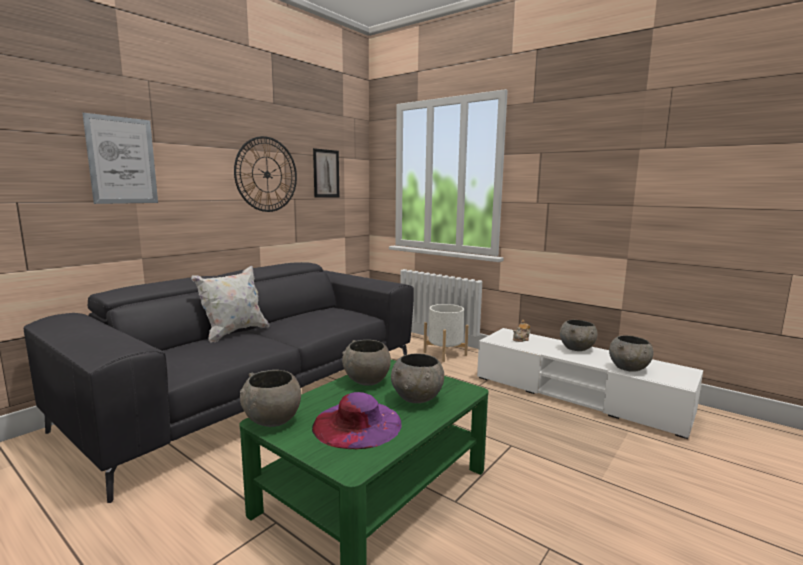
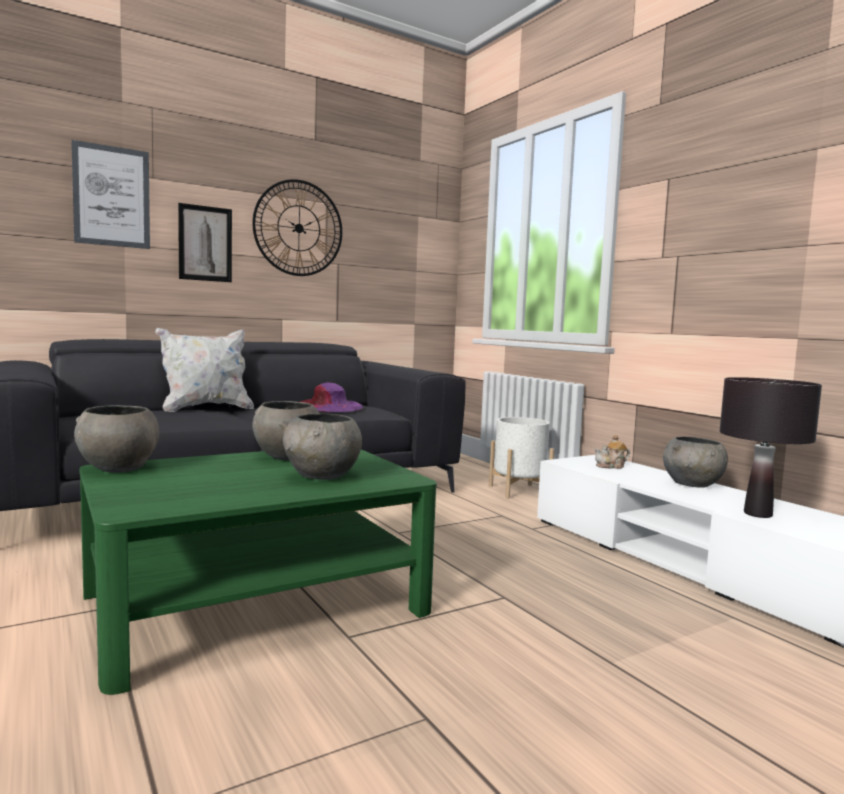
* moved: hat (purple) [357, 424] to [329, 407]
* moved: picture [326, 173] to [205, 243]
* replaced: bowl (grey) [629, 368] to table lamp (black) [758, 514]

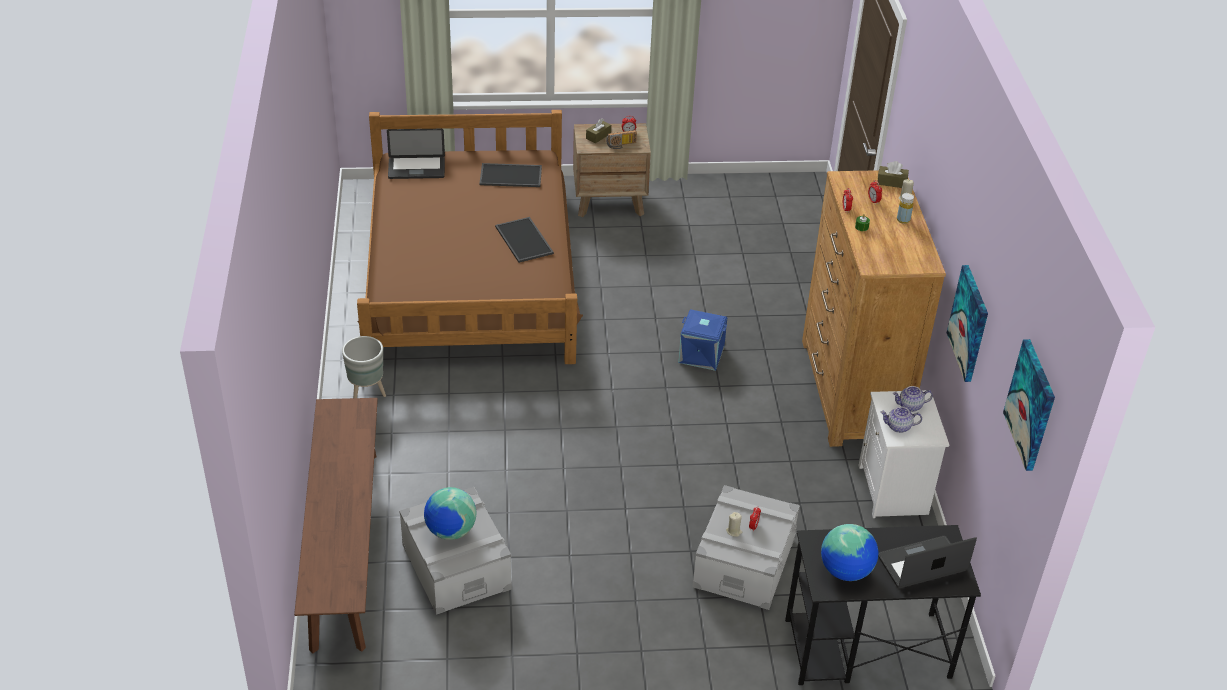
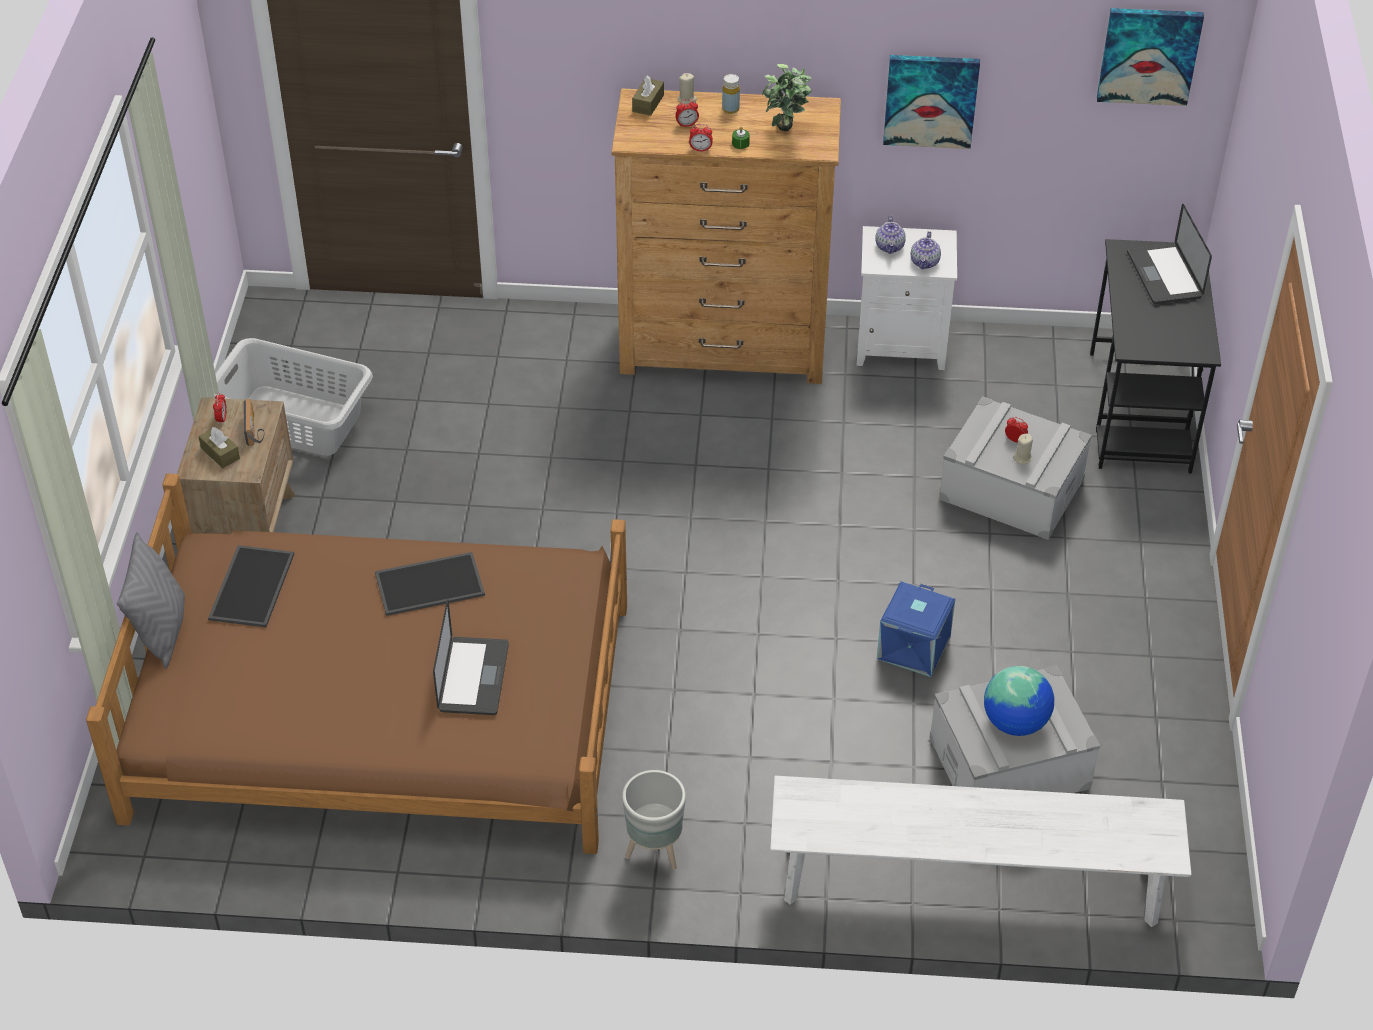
* recoloured: bench (brown) [344, 547] to bench (white) [969, 885]
* moved: laptop [416, 169] to [473, 677]
* moved: storage box (blue) [700, 355] to [914, 648]
* removed: globe [846, 571]
* added: pillow (grey) [162, 631]
* added: laundry basket (grey) [295, 422]
* added: potted plant [786, 134]

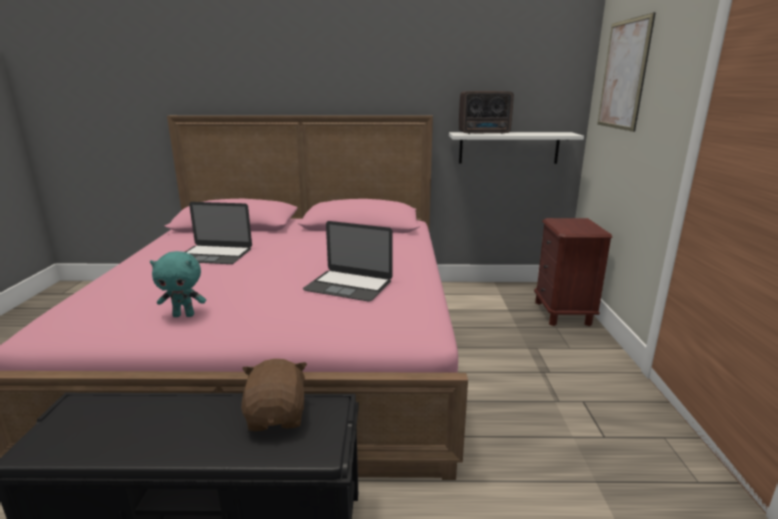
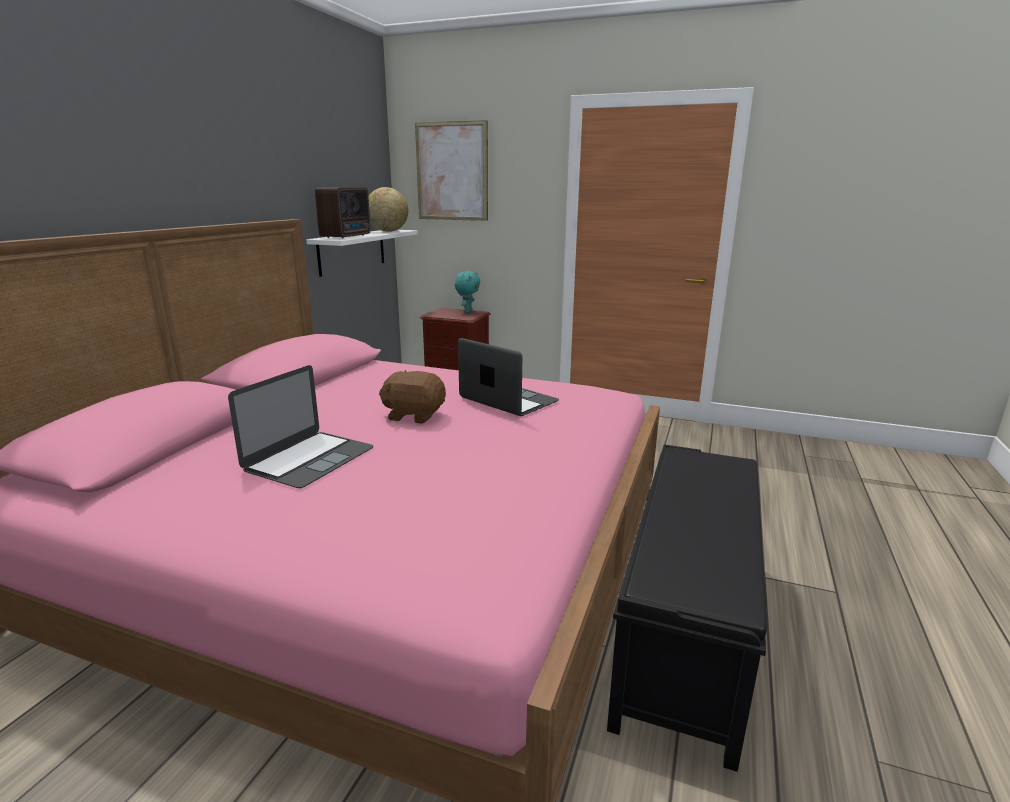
* moved: plush toy (turquoise) [184, 315] to [467, 311]
* moved: plush toy (brown) [277, 416] to [414, 415]
* turned: laptop [348, 285] = [508, 400] 90 degrees counterclockwise
* added: globe [388, 231]

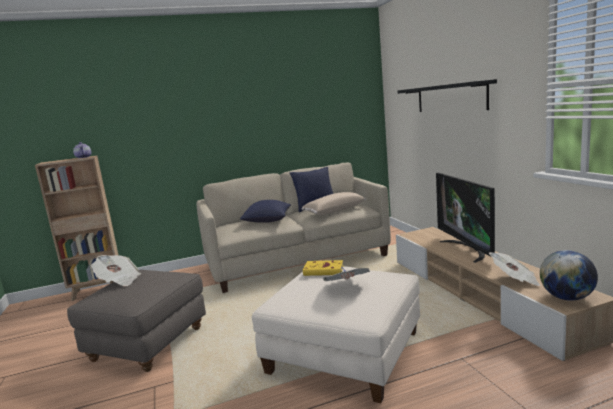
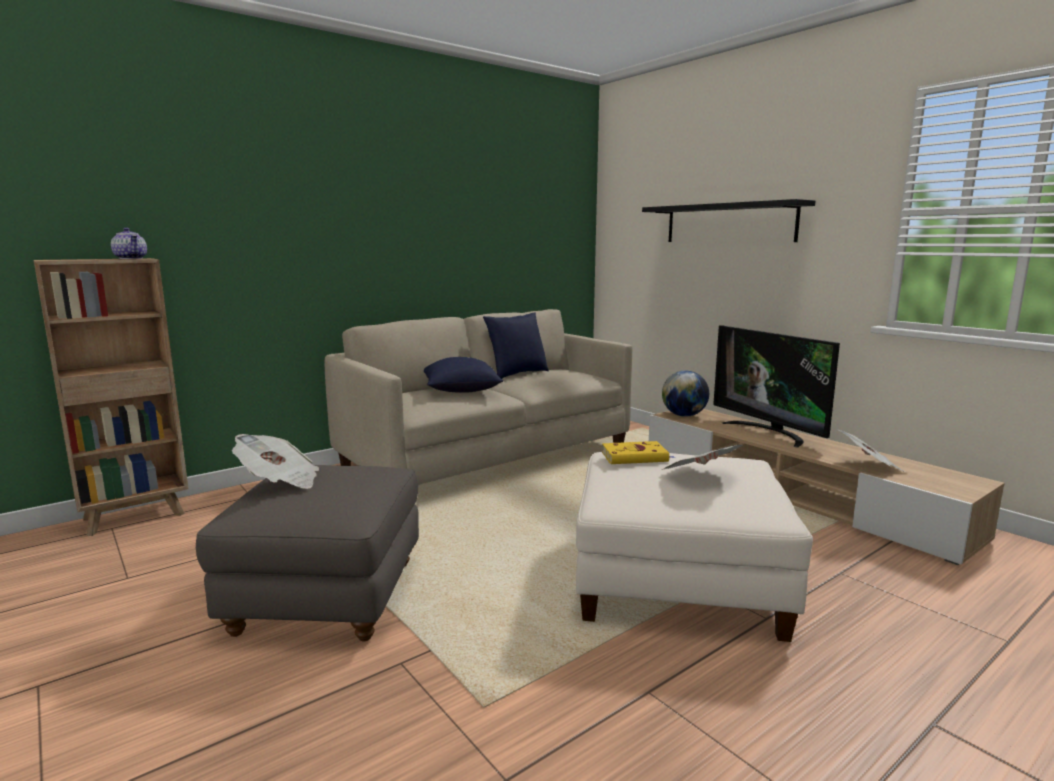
* removed: pillow (beige) [334, 211]
* moved: globe [566, 297] to [684, 415]

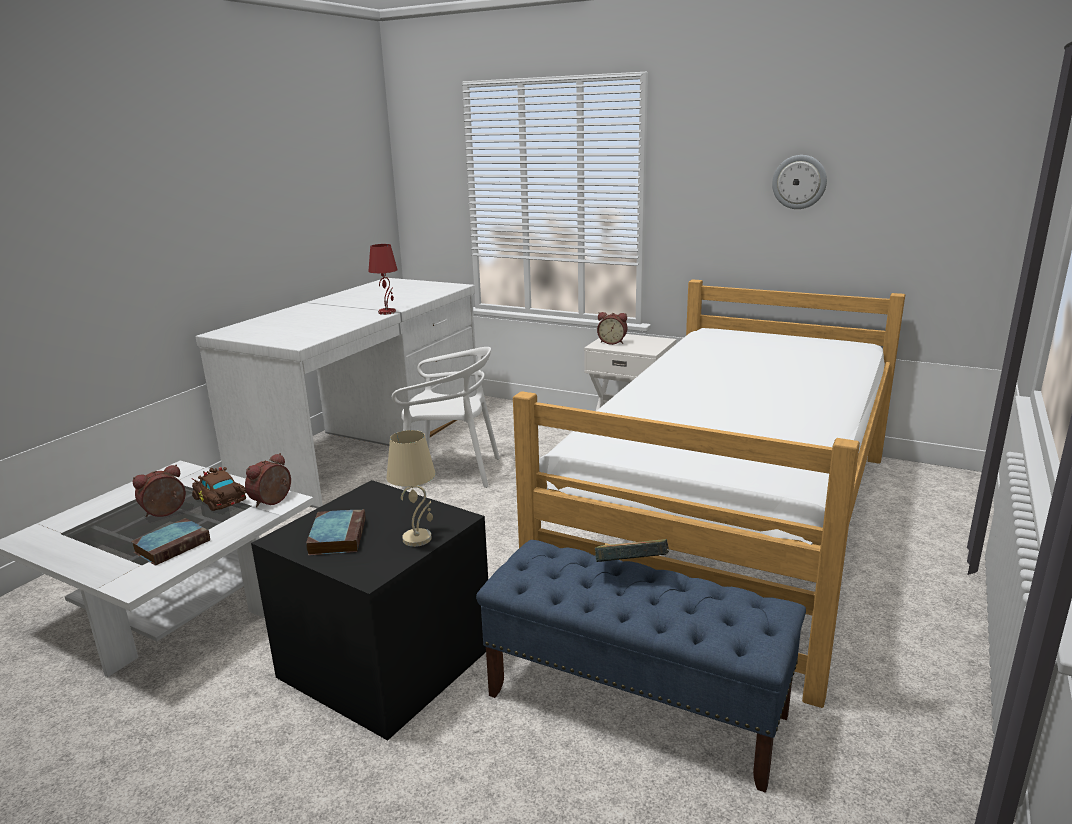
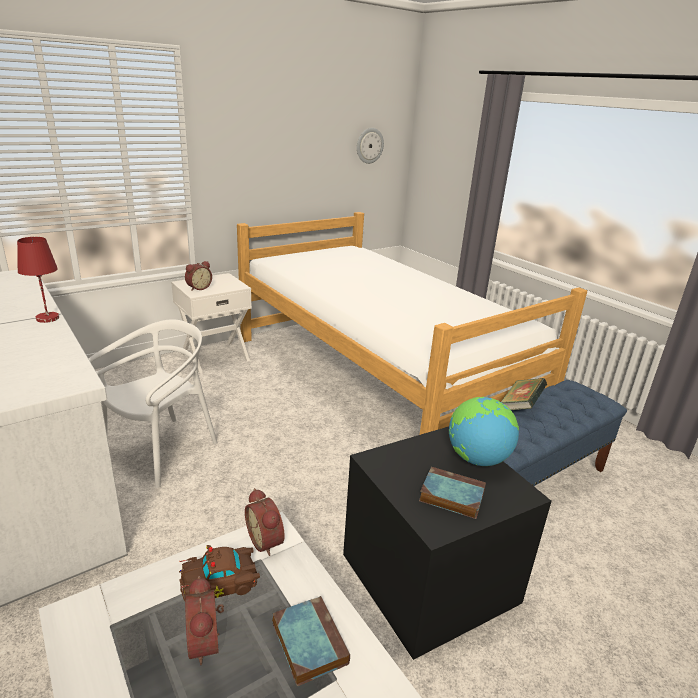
* replaced: table lamp (beige) [417, 538] to globe [477, 459]
* moved: wall clock [799, 182] to [369, 145]

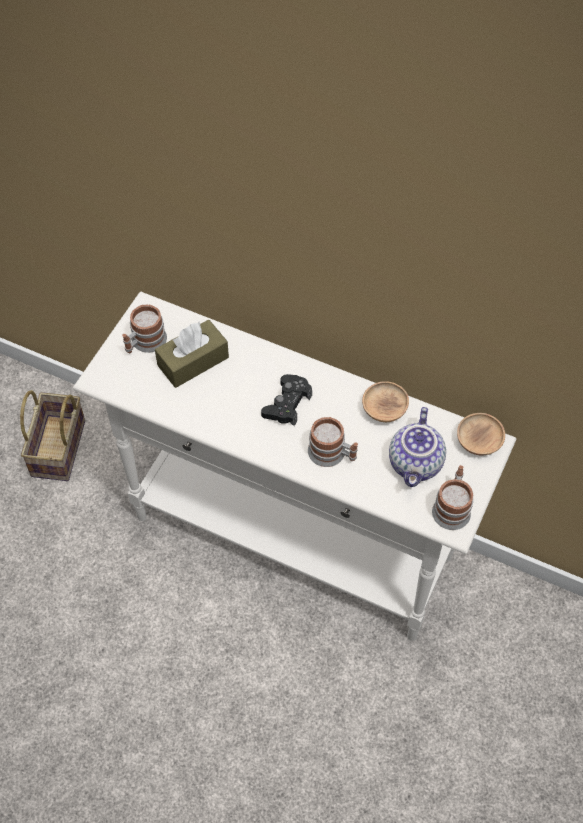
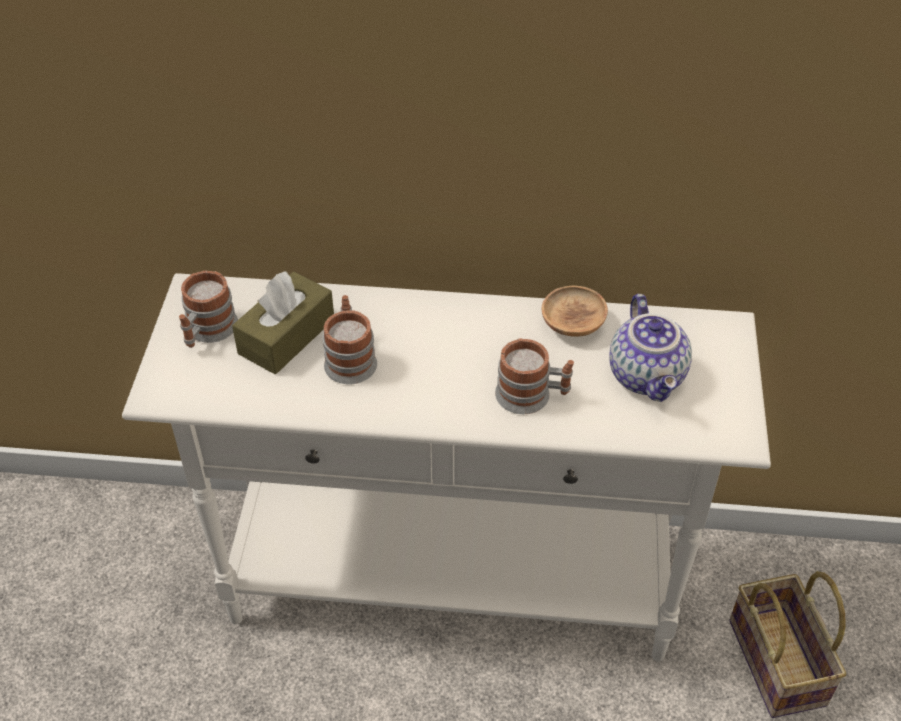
* moved: basket [59, 450] to [780, 664]
* removed: game controller (black) [287, 404]
* moved: mug [452, 507] to [350, 358]
* removed: bowl (brown) [478, 441]

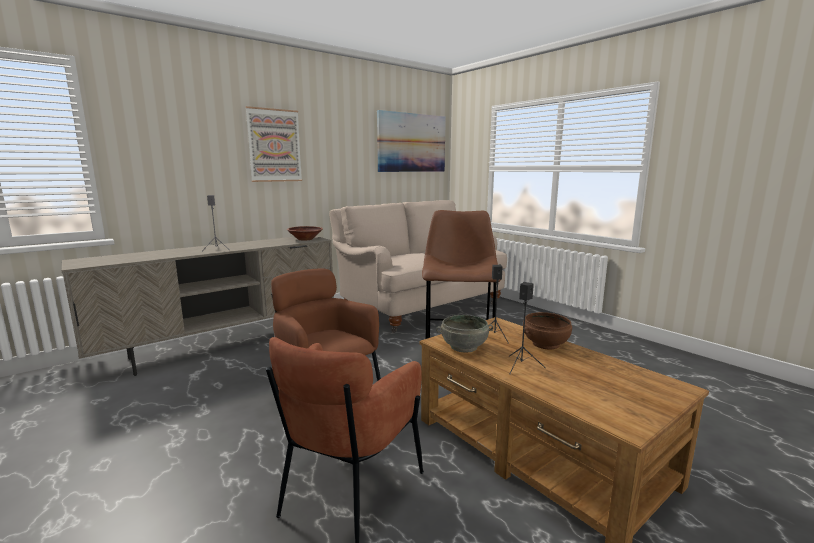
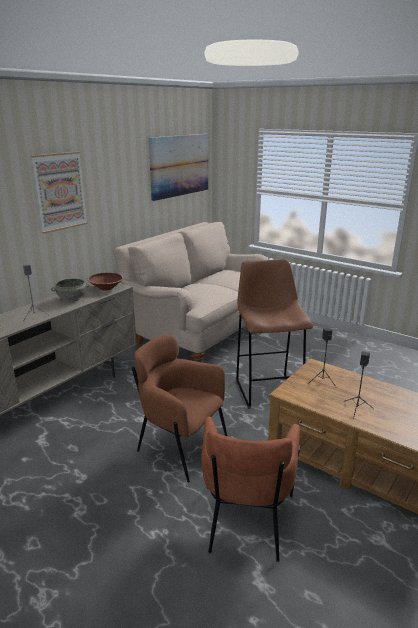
* moved: bowl (grey) [464, 347] to [72, 299]
* removed: bowl (brown) [545, 344]

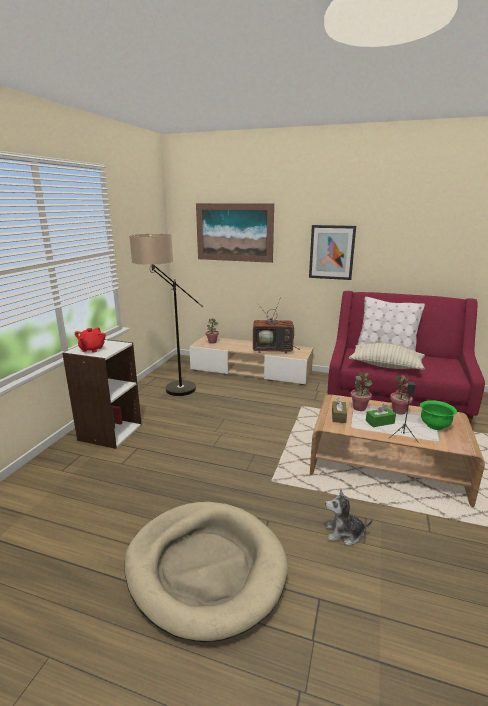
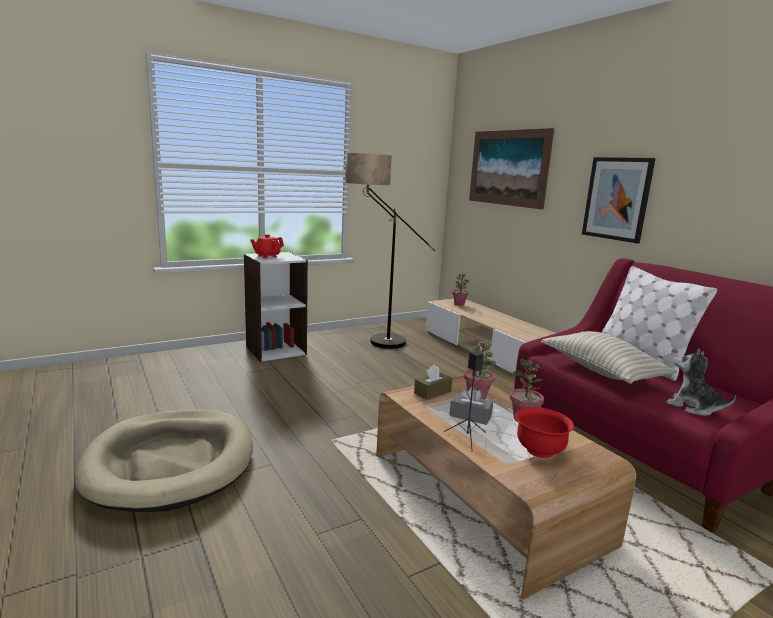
* removed: television [274, 349]
* moved: plush toy [344, 534] to [693, 407]
* recoloured: tissue box (green) [380, 422] to tissue box (grey) [470, 416]
* recoloured: bowl (green) [434, 426] to bowl (red) [539, 450]

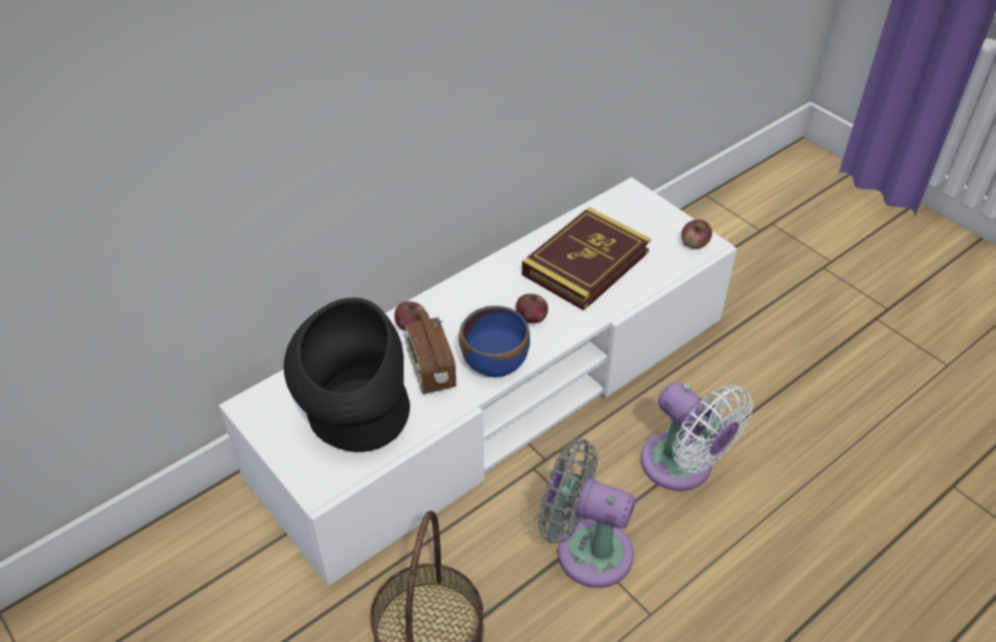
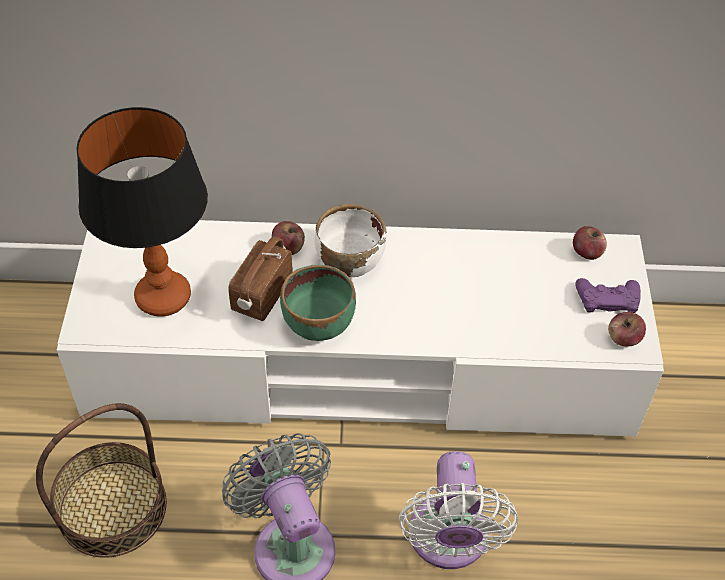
* replaced: vase (black) [356, 423] to table lamp [163, 298]
* recoloured: bowl (blue) [495, 362] to bowl (green) [318, 323]
* moved: apple [531, 318] to [587, 252]
* removed: book [585, 263]
* added: bowl (white) [349, 261]
* added: game controller (purple) [607, 299]

